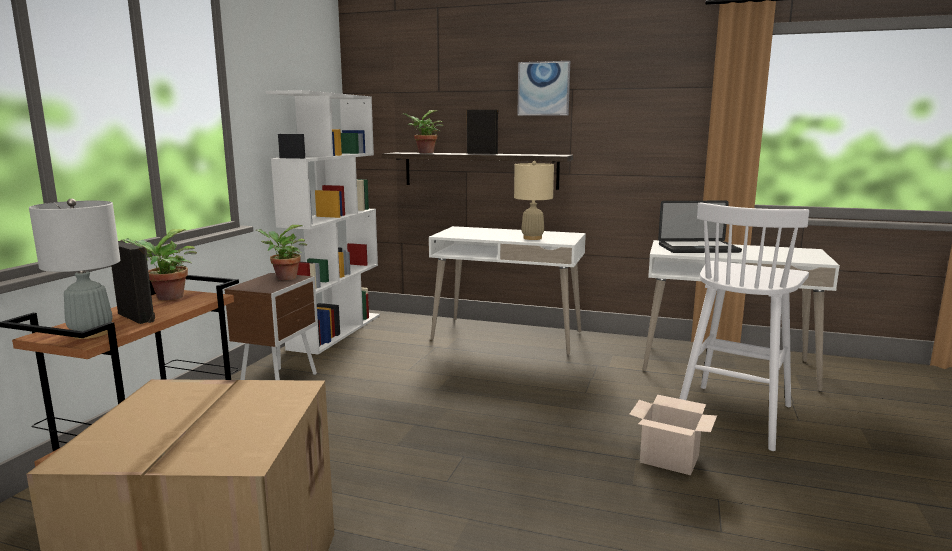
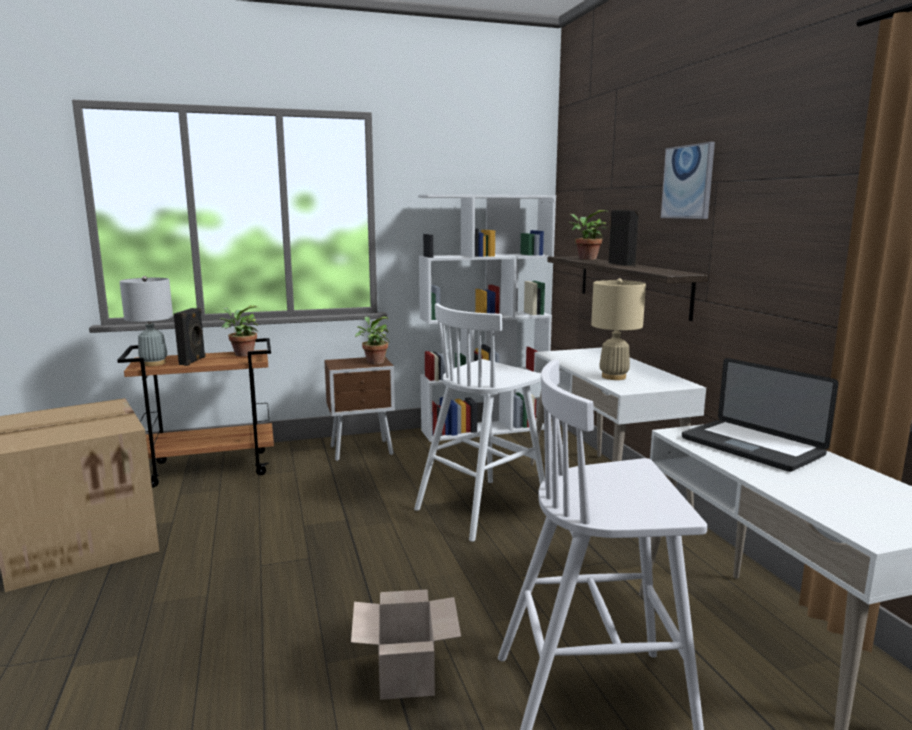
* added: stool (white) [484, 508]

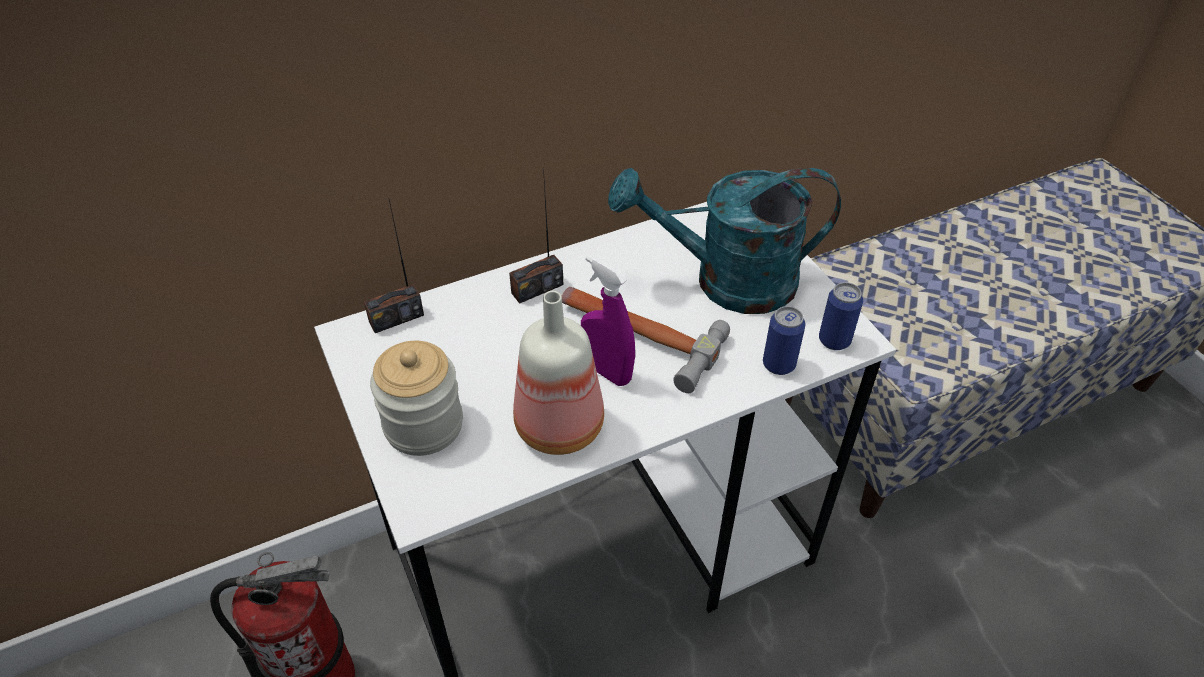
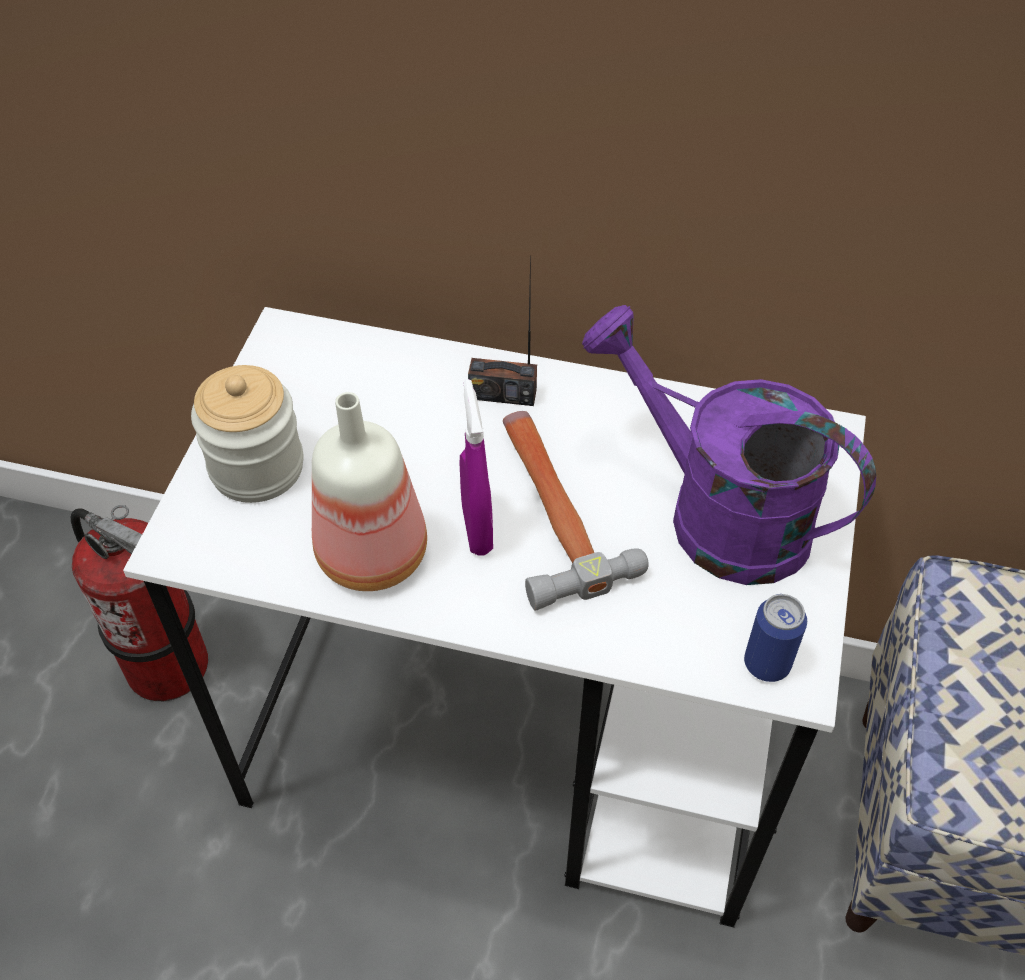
* removed: radio [396, 318]
* recoloured: watering can (turquoise) [726, 281] to watering can (purple) [716, 513]
* removed: can [778, 364]

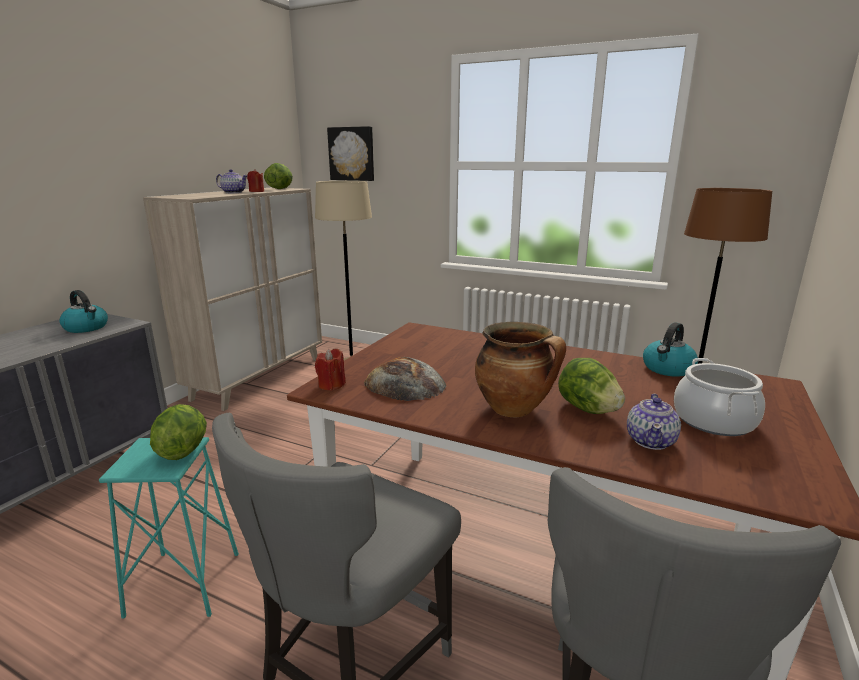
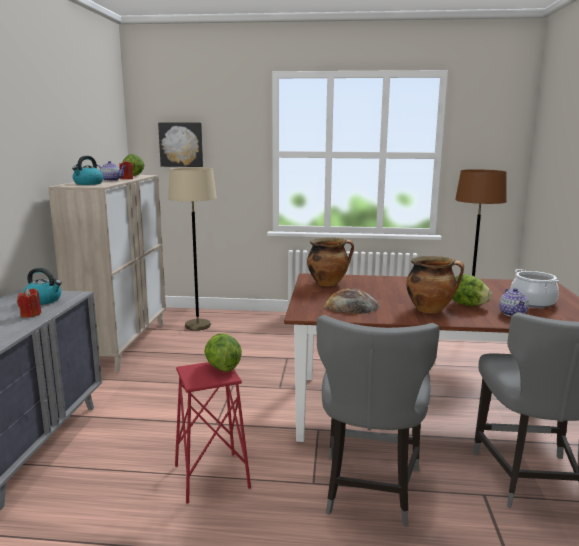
* recoloured: stool (turquoise) [184, 583] to stool (red) [211, 477]
* moved: candle (red) [331, 385] to [30, 314]
* moved: kettle [667, 369] to [88, 183]
* added: cooking pot [328, 283]

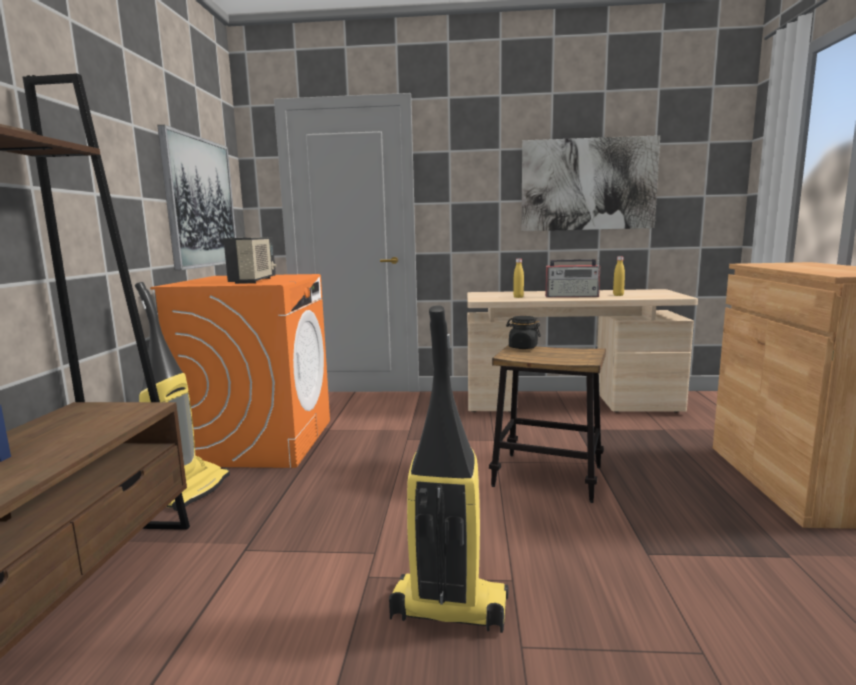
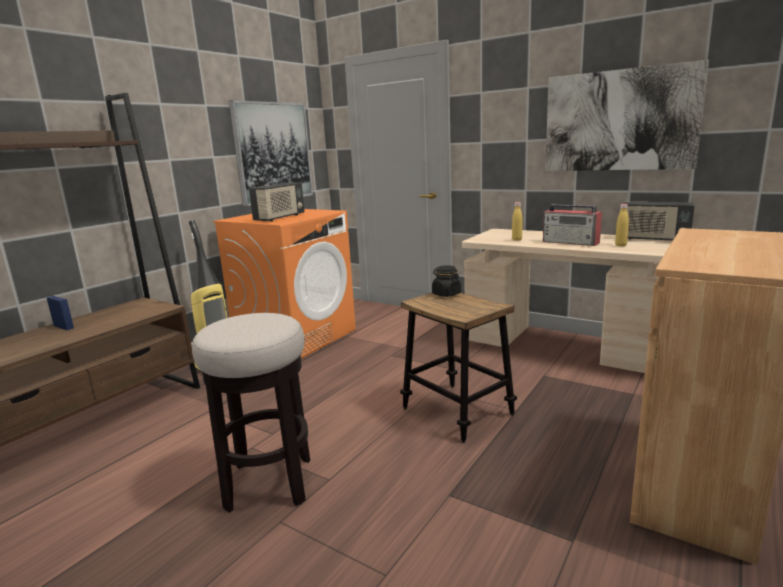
* replaced: vacuum cleaner [448, 609] to stool [269, 483]
* added: radio [653, 239]

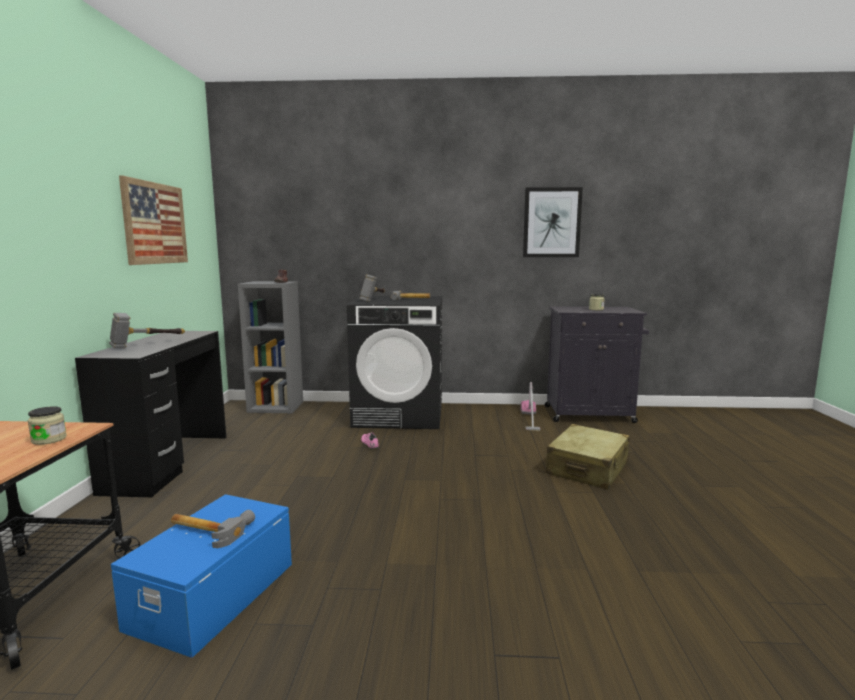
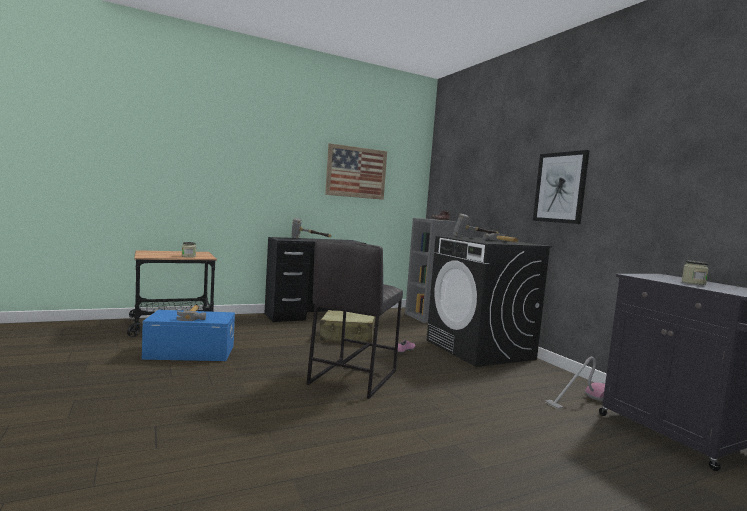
* moved: picture [552, 222] to [560, 187]
* moved: suitcase (beige) [587, 468] to [348, 336]
* added: stool (grey) [352, 377]

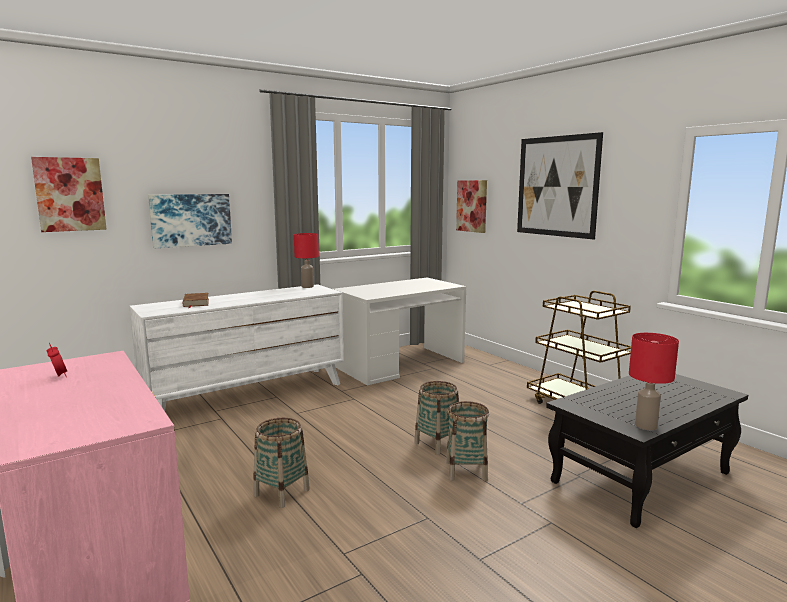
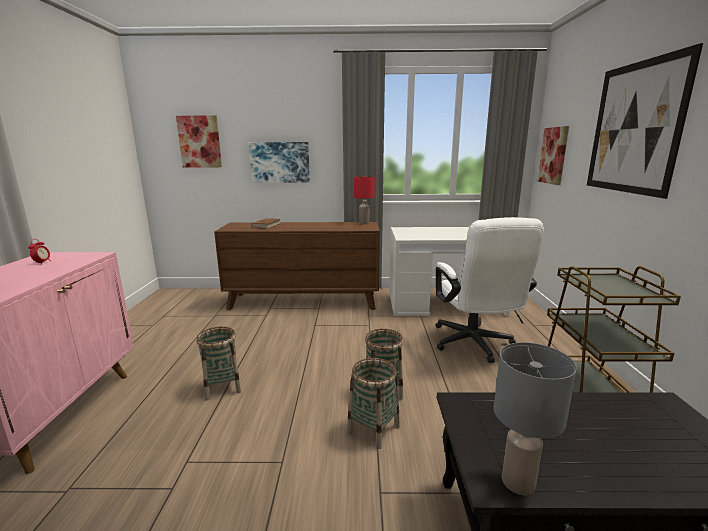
* recoloured: dresser (white) [248, 394] to dresser (brown) [304, 301]
* recoloured: table lamp (red) [646, 426] to table lamp (grey) [519, 482]
* added: office chair (white) [475, 345]

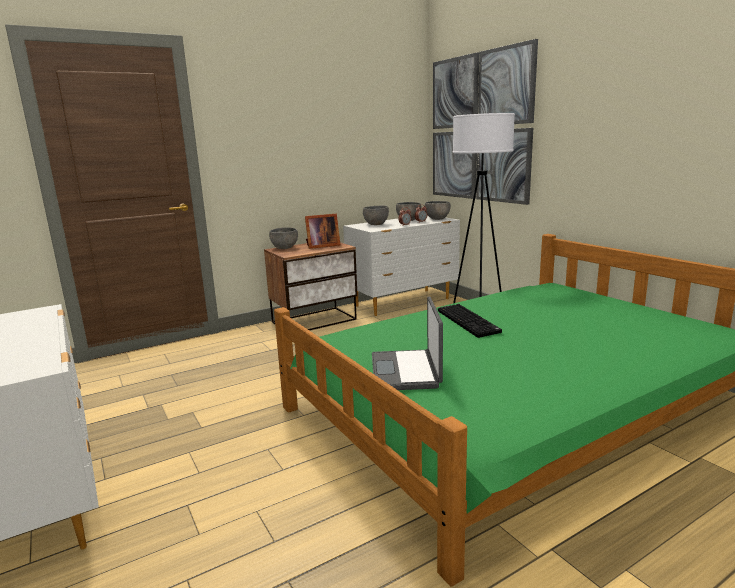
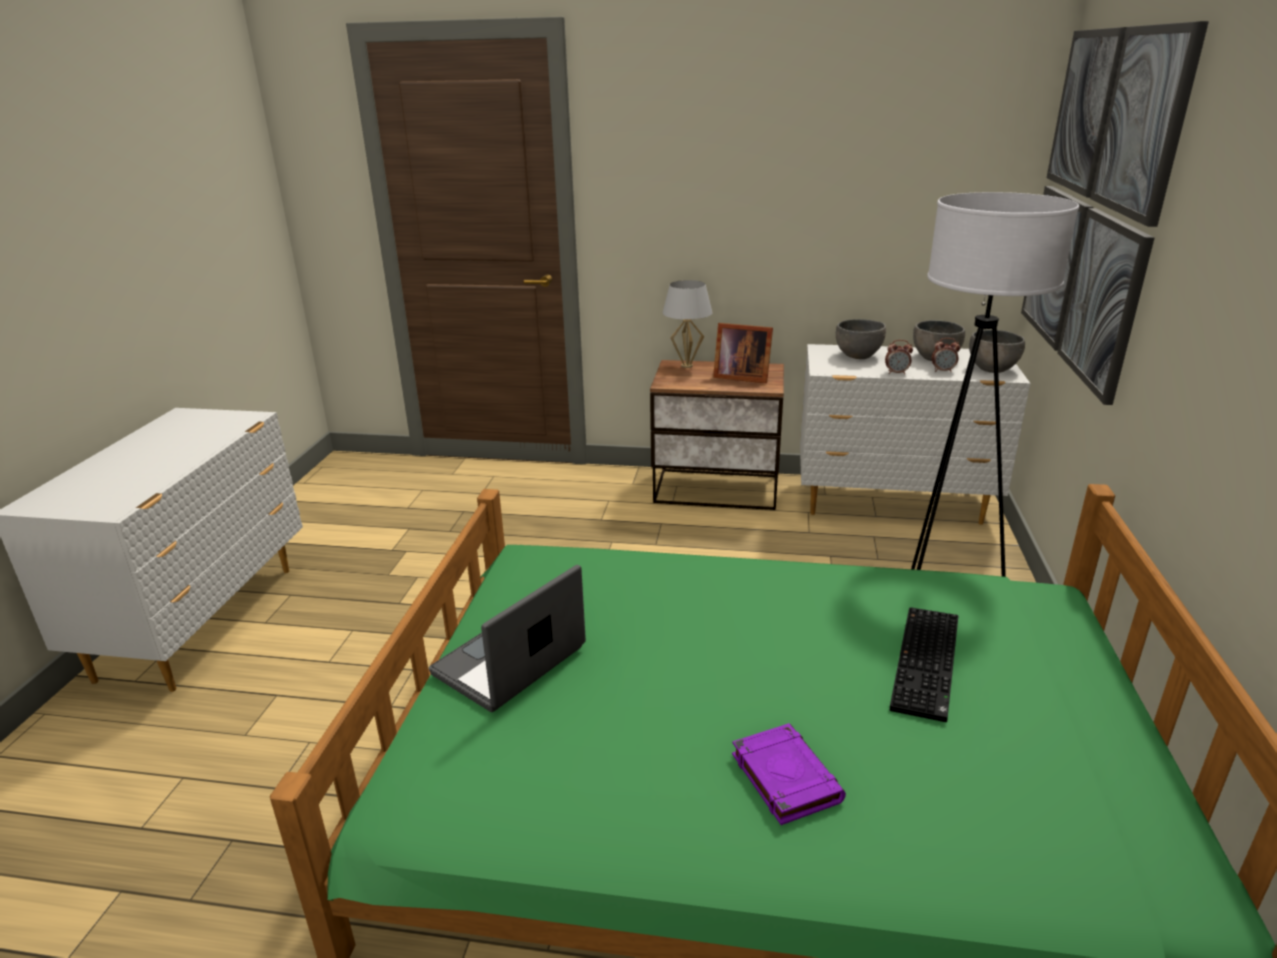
* replaced: bowl (grey) [284, 248] to table lamp (white) [687, 366]
* moved: keyboard [469, 321] to [928, 664]
* added: book (purple) [784, 777]

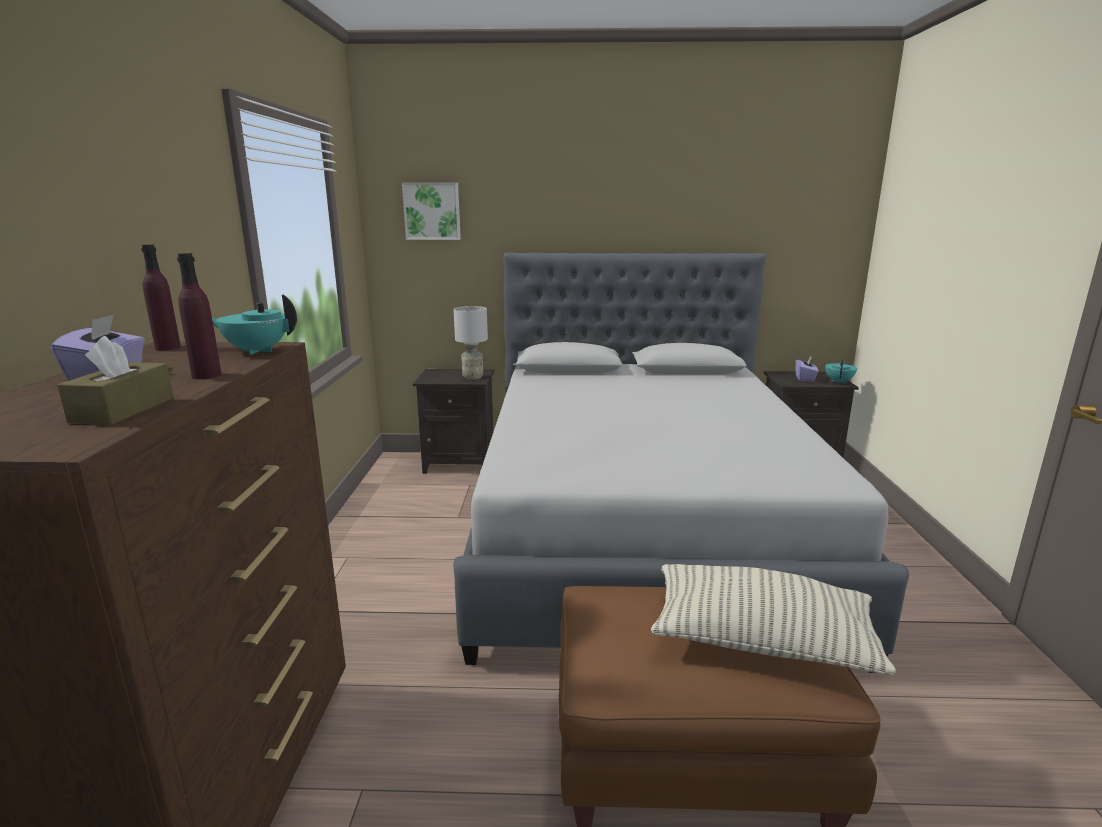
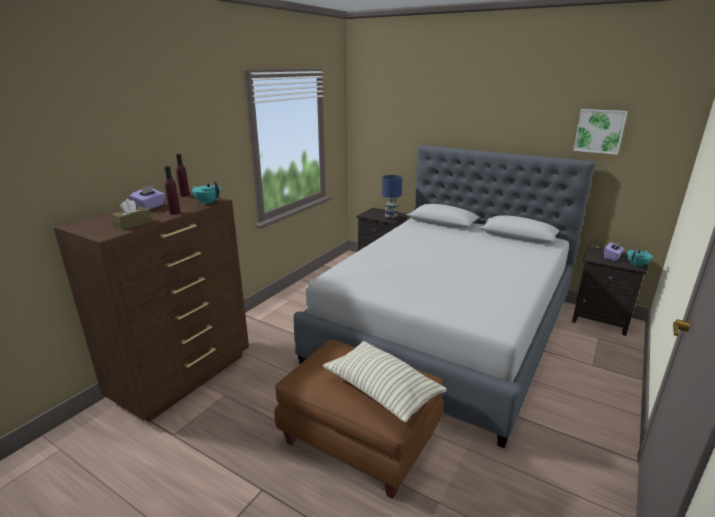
* moved: picture [432, 211] to [599, 131]
* recoloured: table lamp (grey) [473, 377] to table lamp (blue) [391, 217]

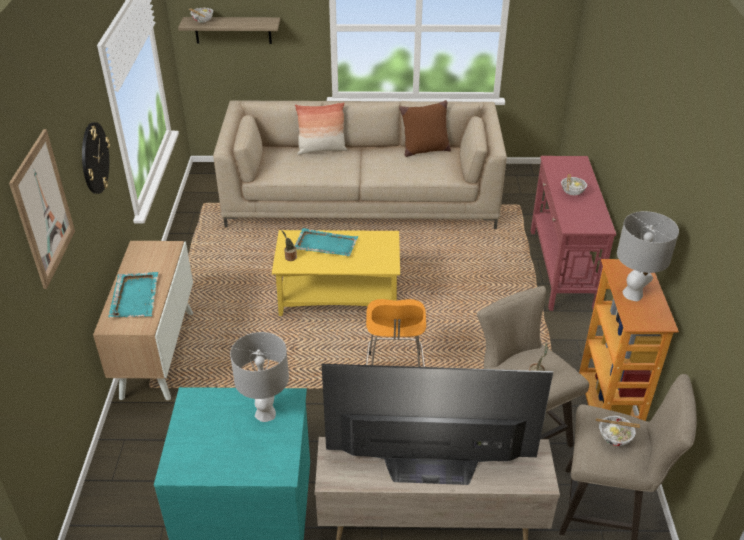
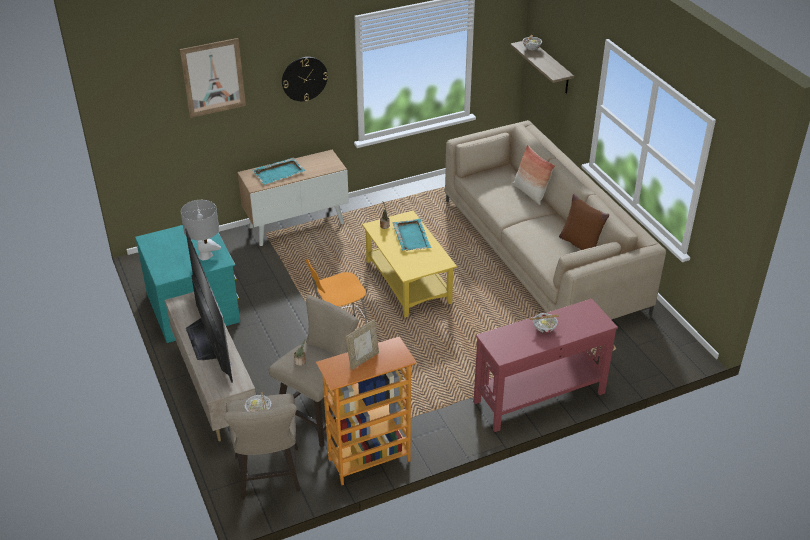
* replaced: table lamp (grey) [633, 294] to picture frame [363, 359]

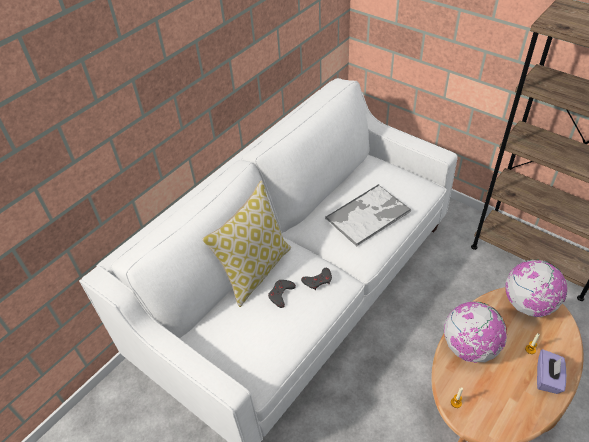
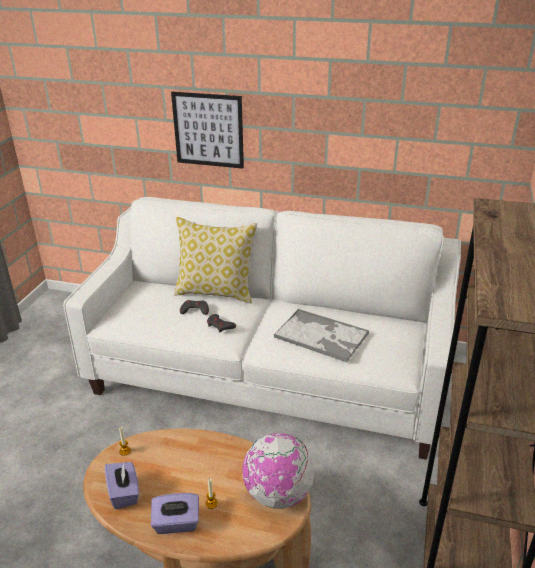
* removed: globe [469, 347]
* added: tissue box (purple) [124, 493]
* added: picture [208, 130]

